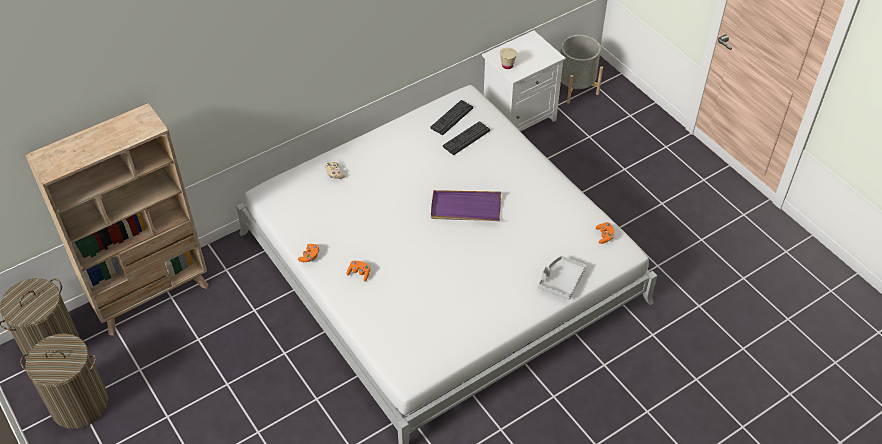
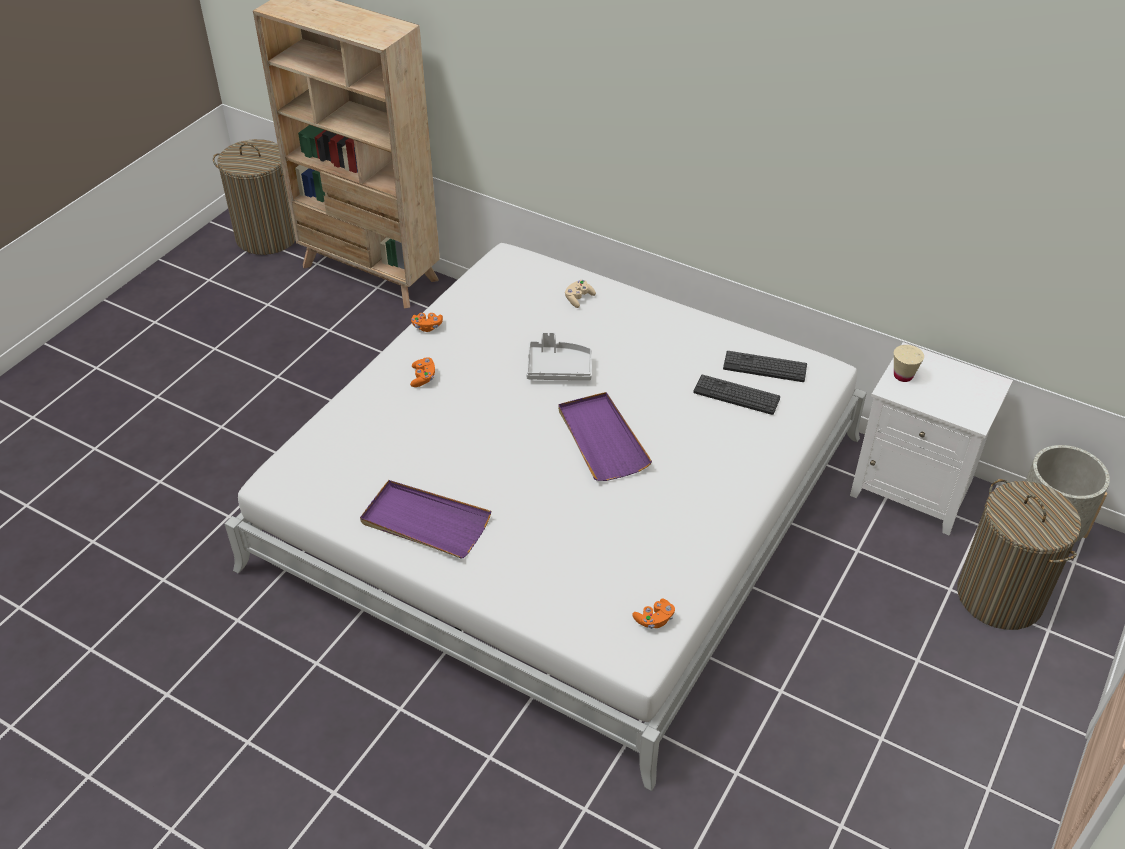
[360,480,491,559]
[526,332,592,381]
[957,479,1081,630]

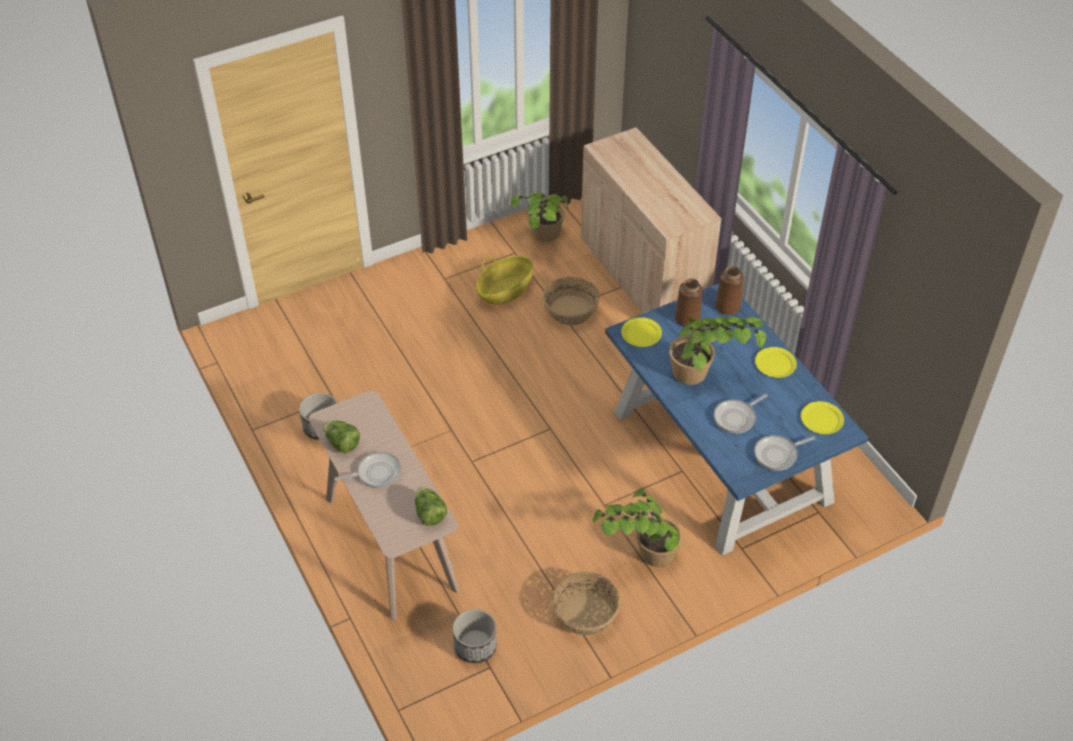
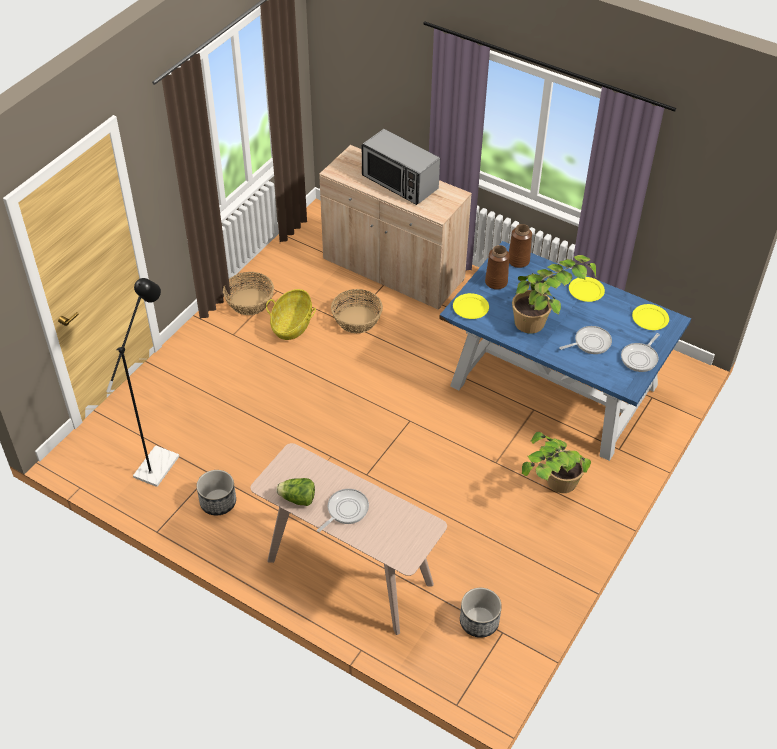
[106,278,179,487]
[223,272,274,315]
[362,129,440,205]
[559,326,612,354]
[415,487,447,526] (first image)
[510,192,568,242] (first image)

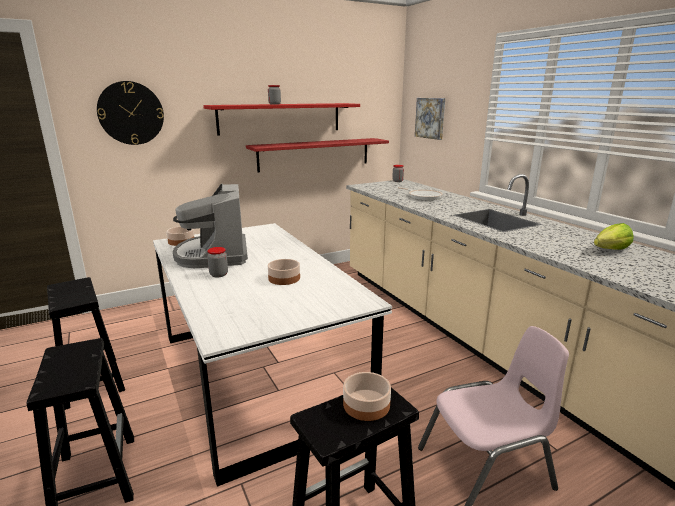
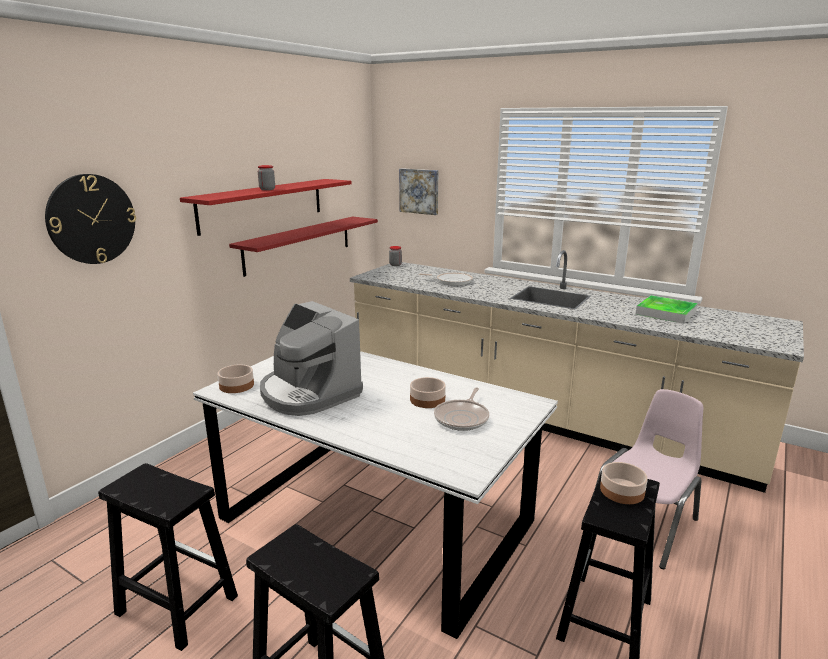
[434,388,489,431]
[636,295,698,324]
[207,247,228,277] (first image)

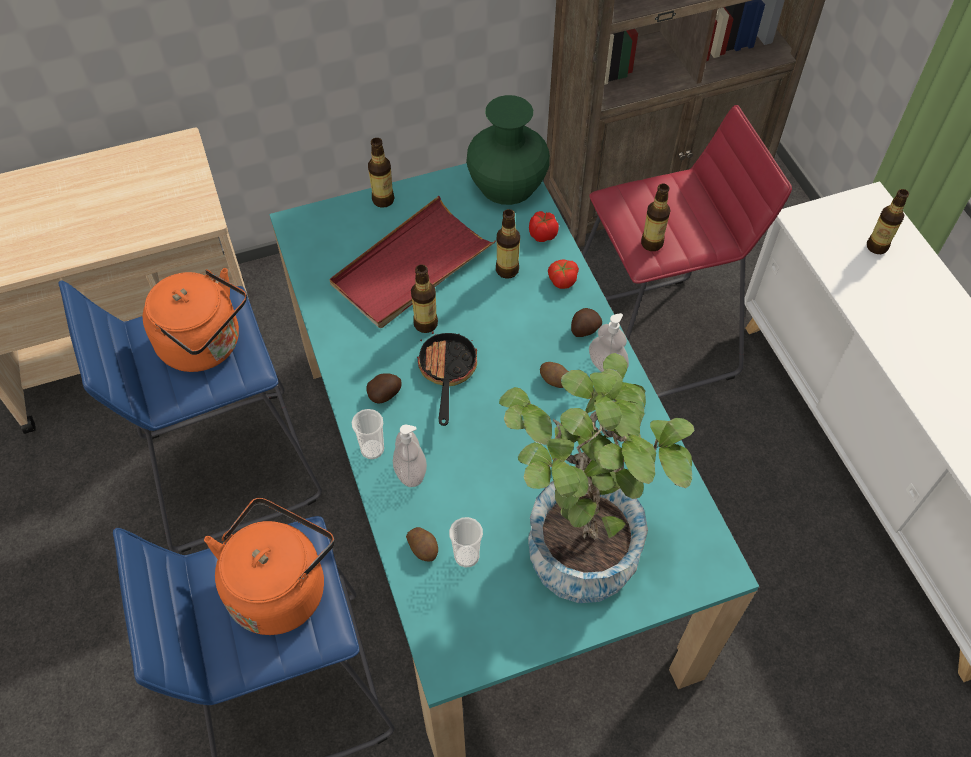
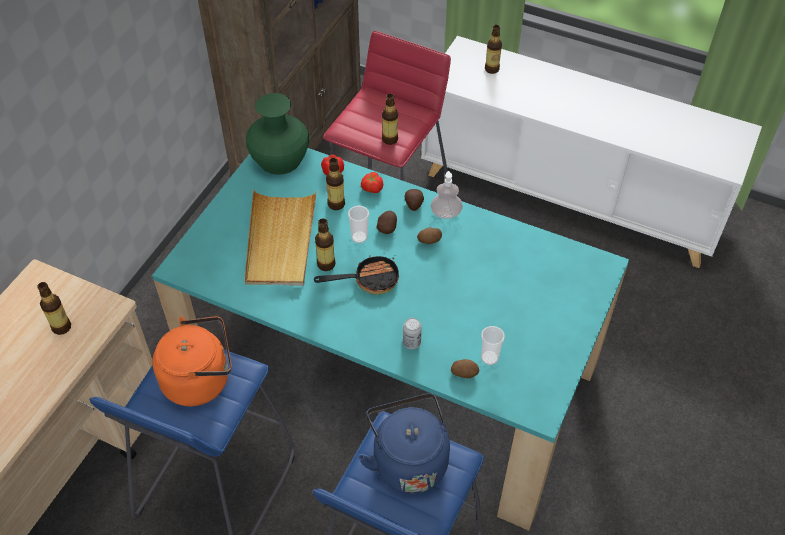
[37,282,71,335]
[245,190,317,286]
[314,253,399,295]
[348,206,369,243]
[358,393,450,494]
[377,211,397,234]
[403,318,422,349]
[499,353,694,603] (first image)

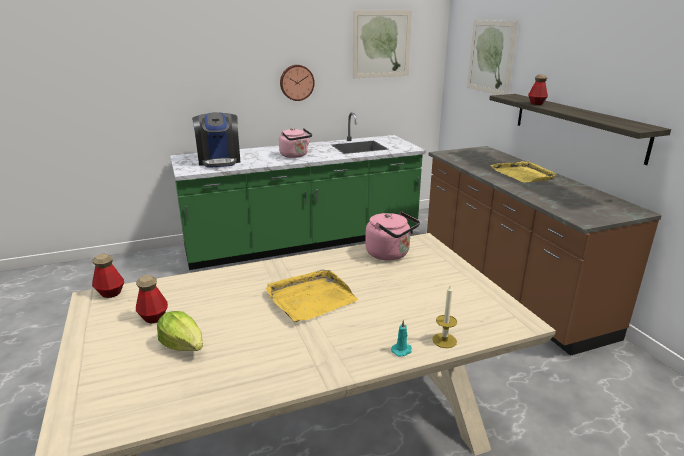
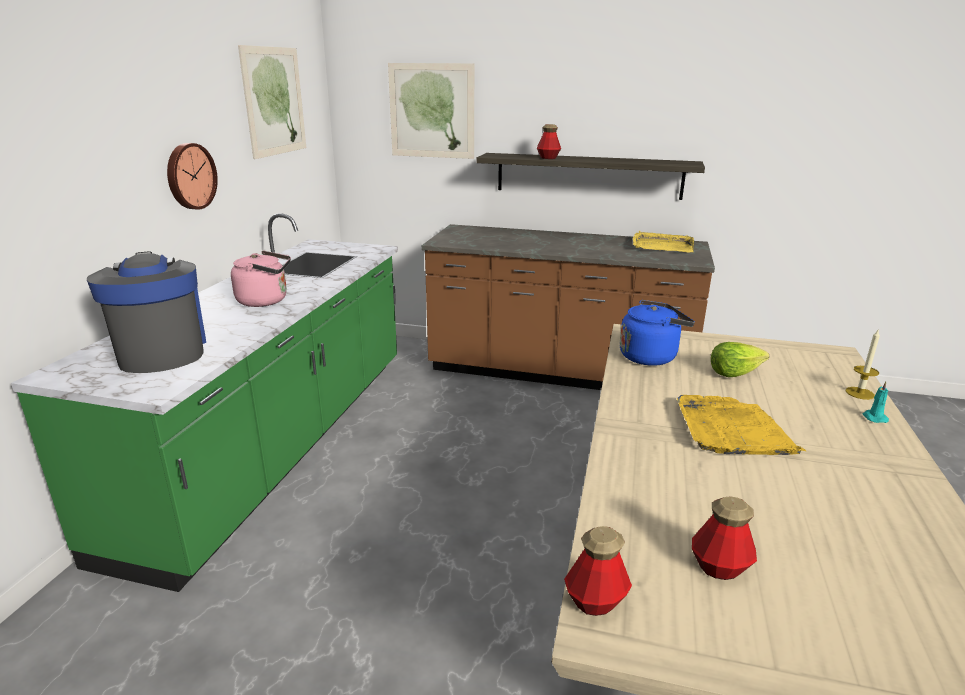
[87,251,206,373]
[620,300,695,366]
[633,231,694,253]
[711,342,769,377]

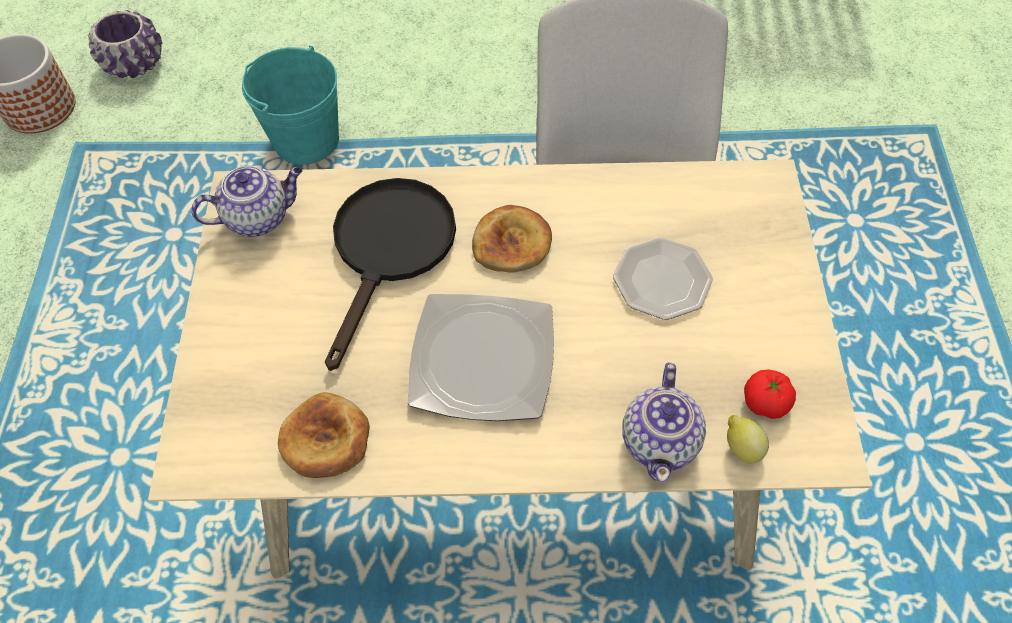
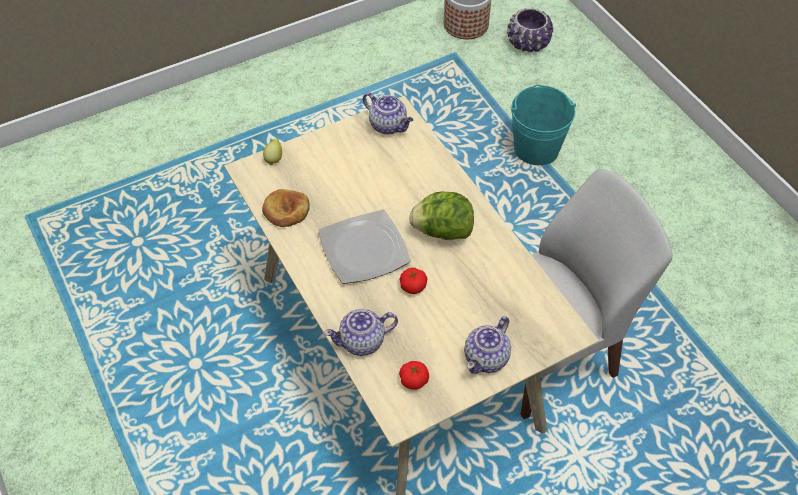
[263,139,282,166]
[399,268,427,294]
[409,192,474,240]
[464,316,511,374]
[325,178,456,371] (first image)
[613,237,713,320] (first image)

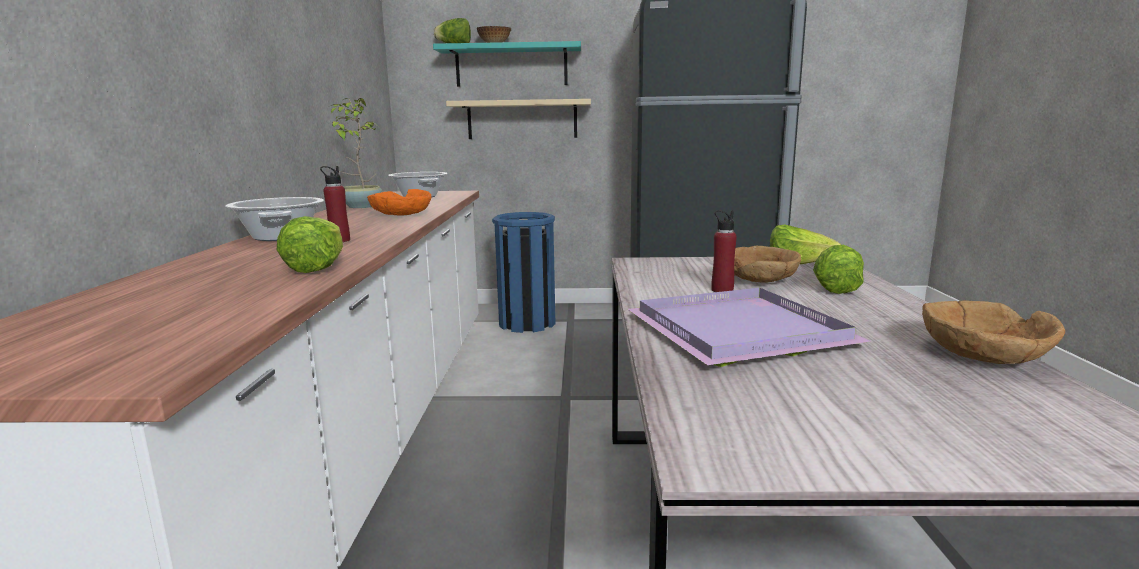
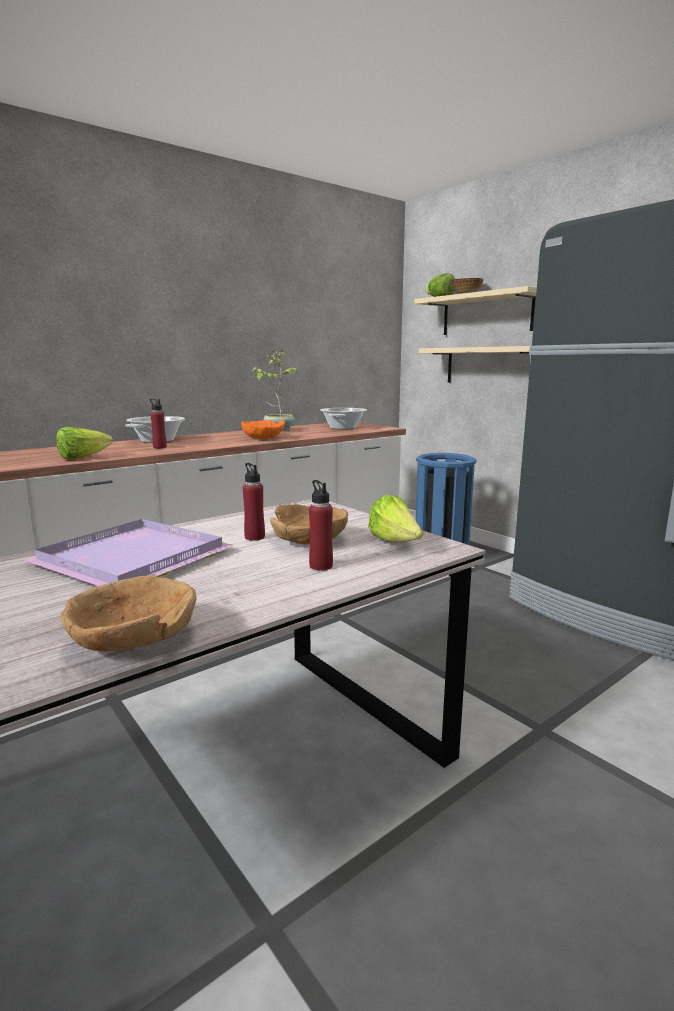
[309,480,333,570]
[414,286,537,335]

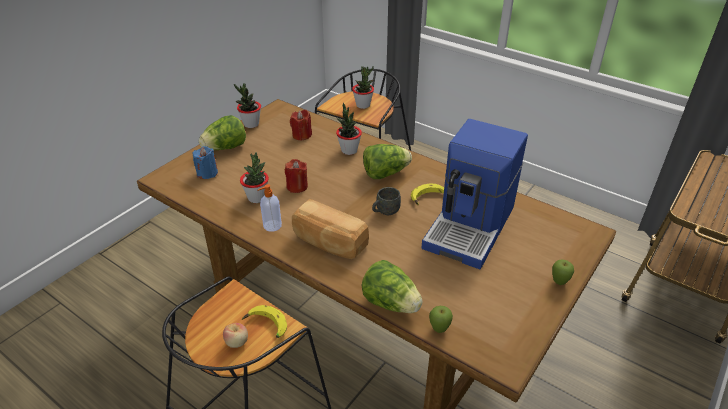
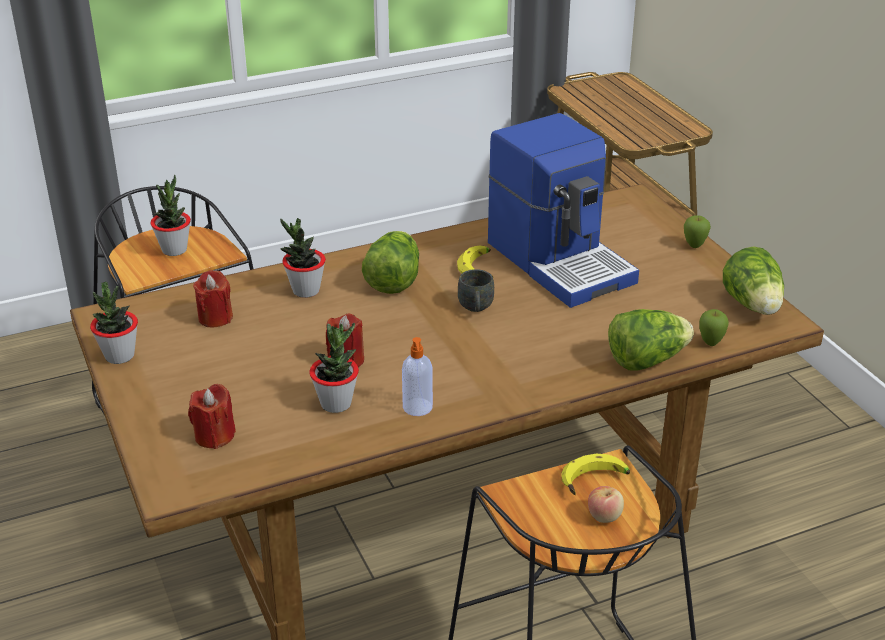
[188,384,236,449]
[723,247,784,315]
[292,199,369,259] (first image)

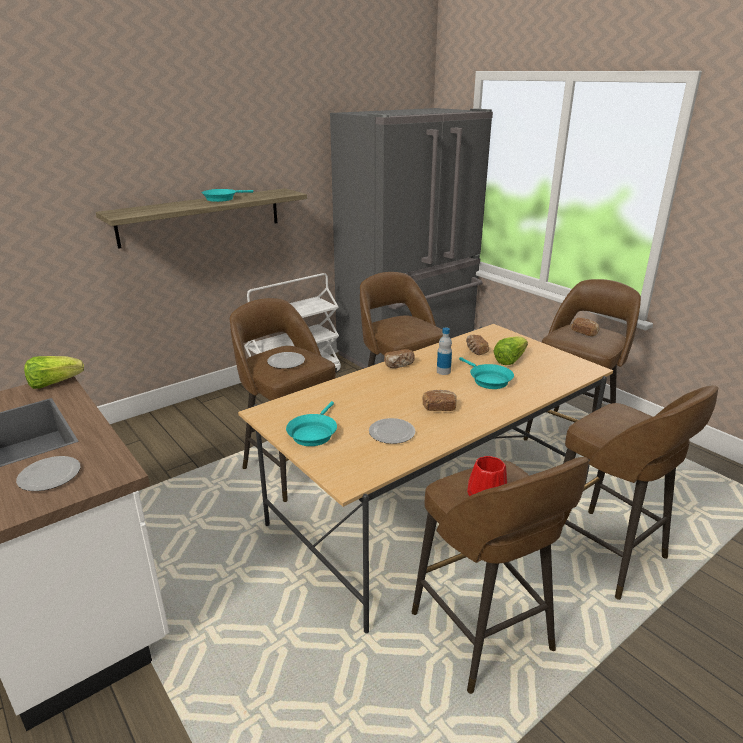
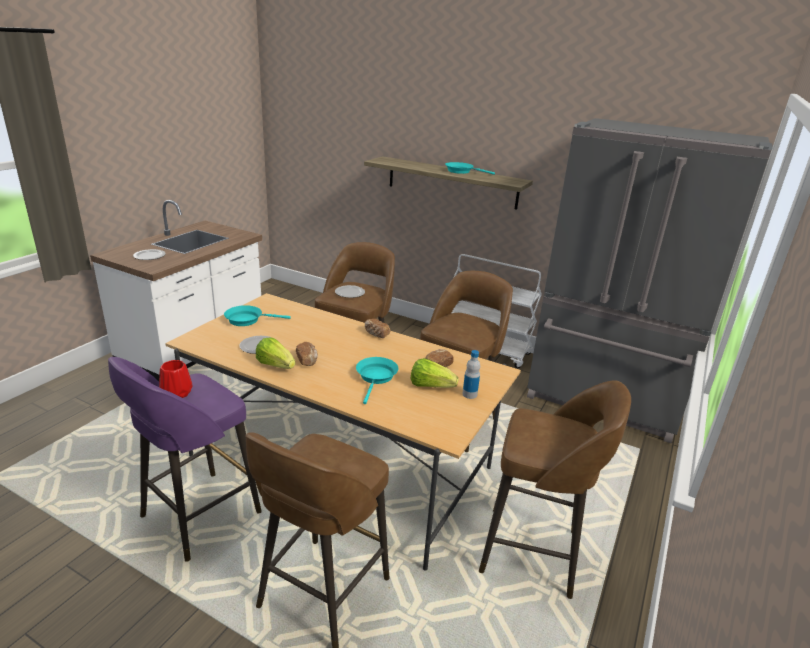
[108,357,262,562]
[256,337,295,369]
[356,357,398,404]
[462,350,480,399]
[571,318,599,336] (first image)

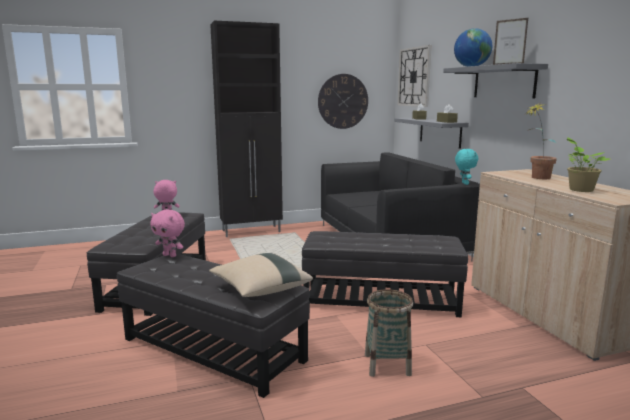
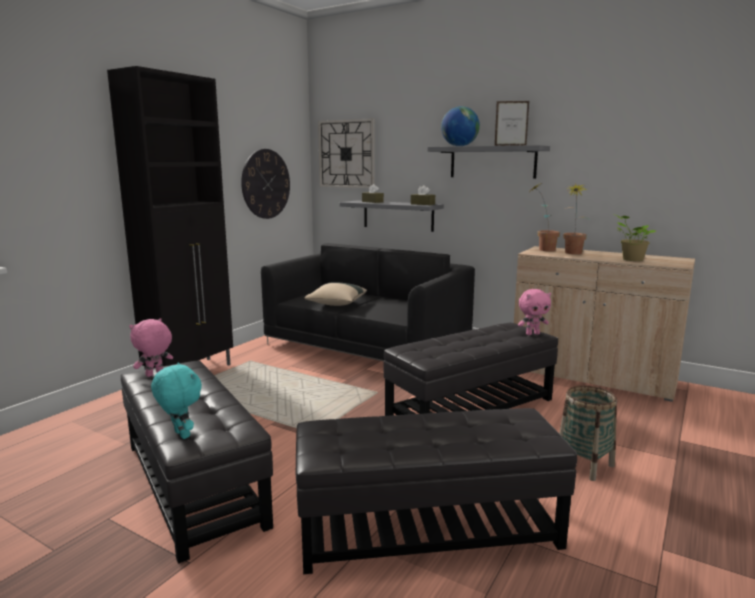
[151,363,202,439]
[304,282,367,306]
[518,289,551,335]
[530,183,560,251]

